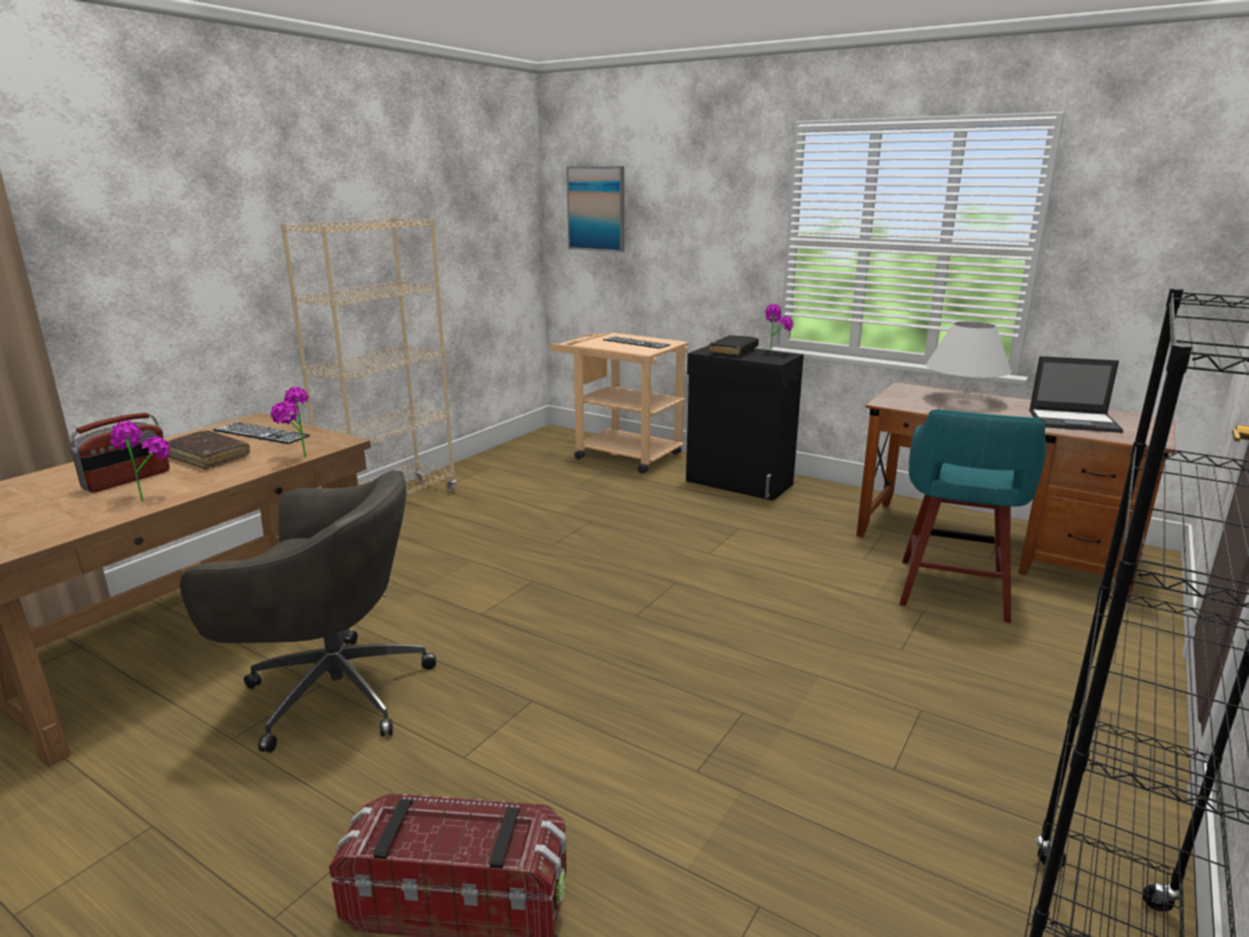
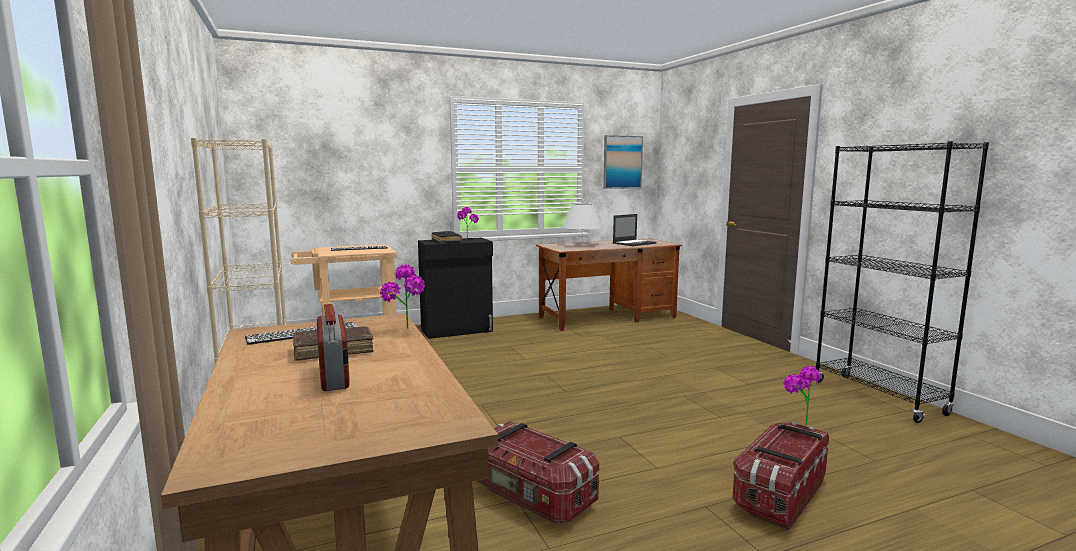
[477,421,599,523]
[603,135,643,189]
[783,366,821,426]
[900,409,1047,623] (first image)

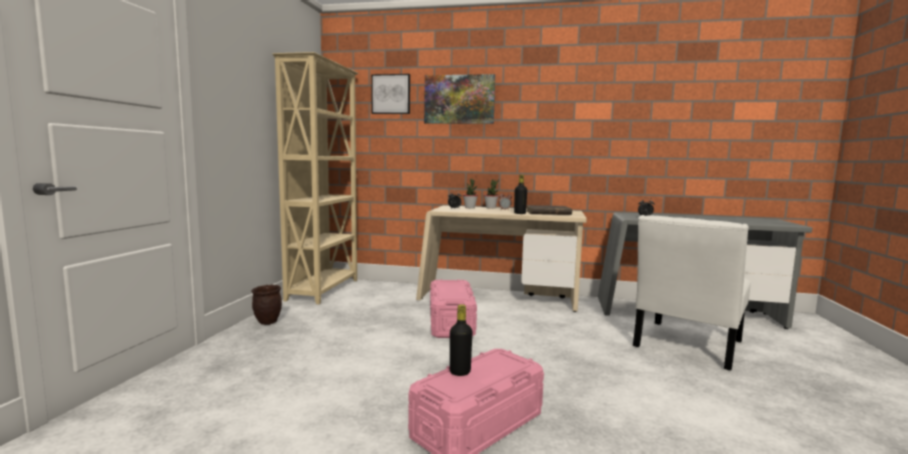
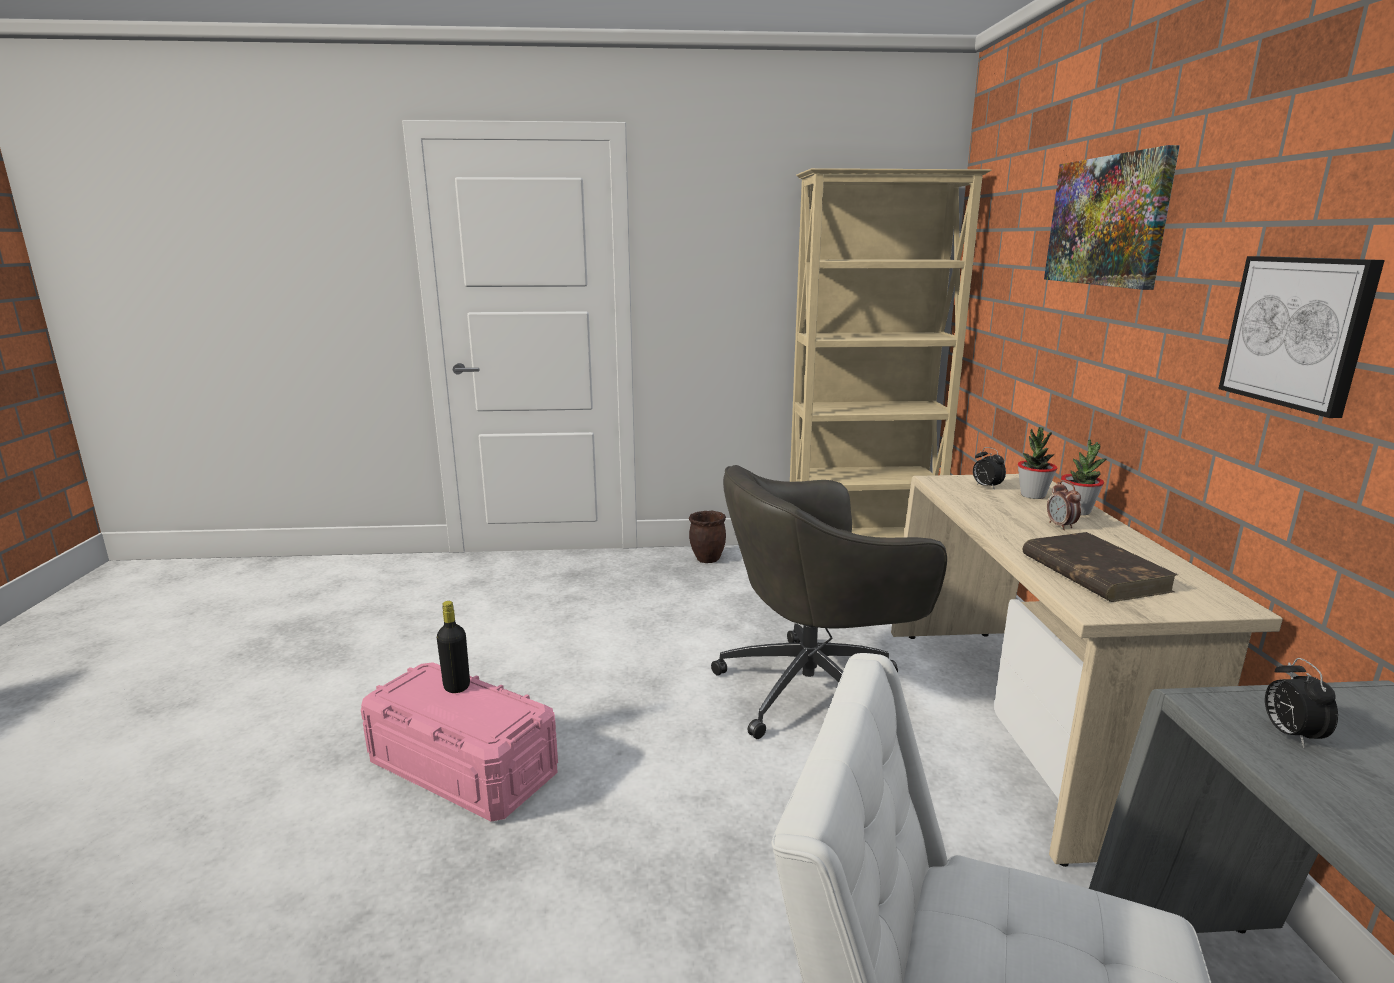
[711,465,947,739]
[1218,256,1385,418]
[514,175,527,214] (first image)

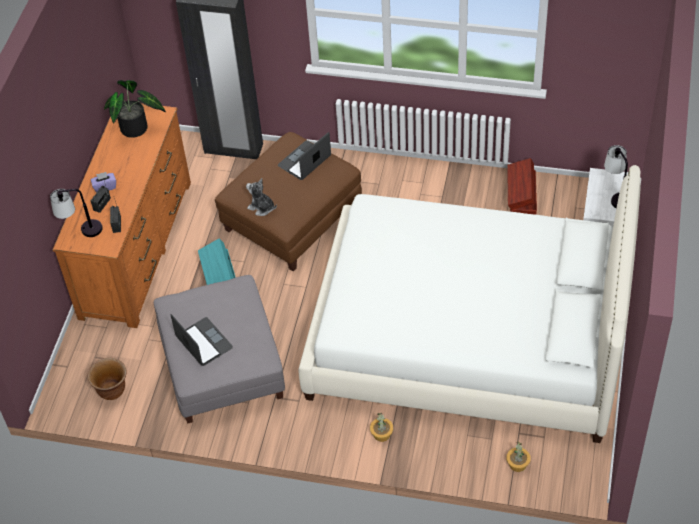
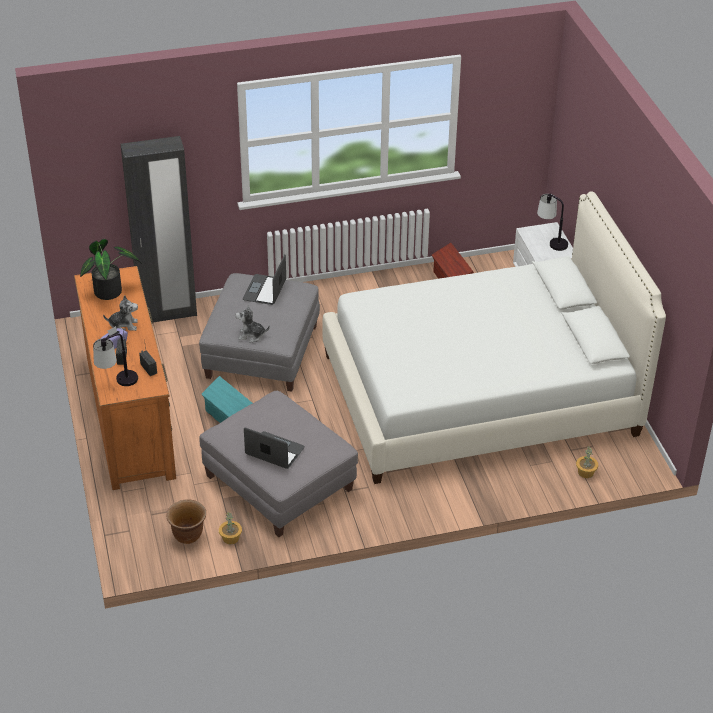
[103,295,138,331]
[199,273,320,392]
[219,512,242,544]

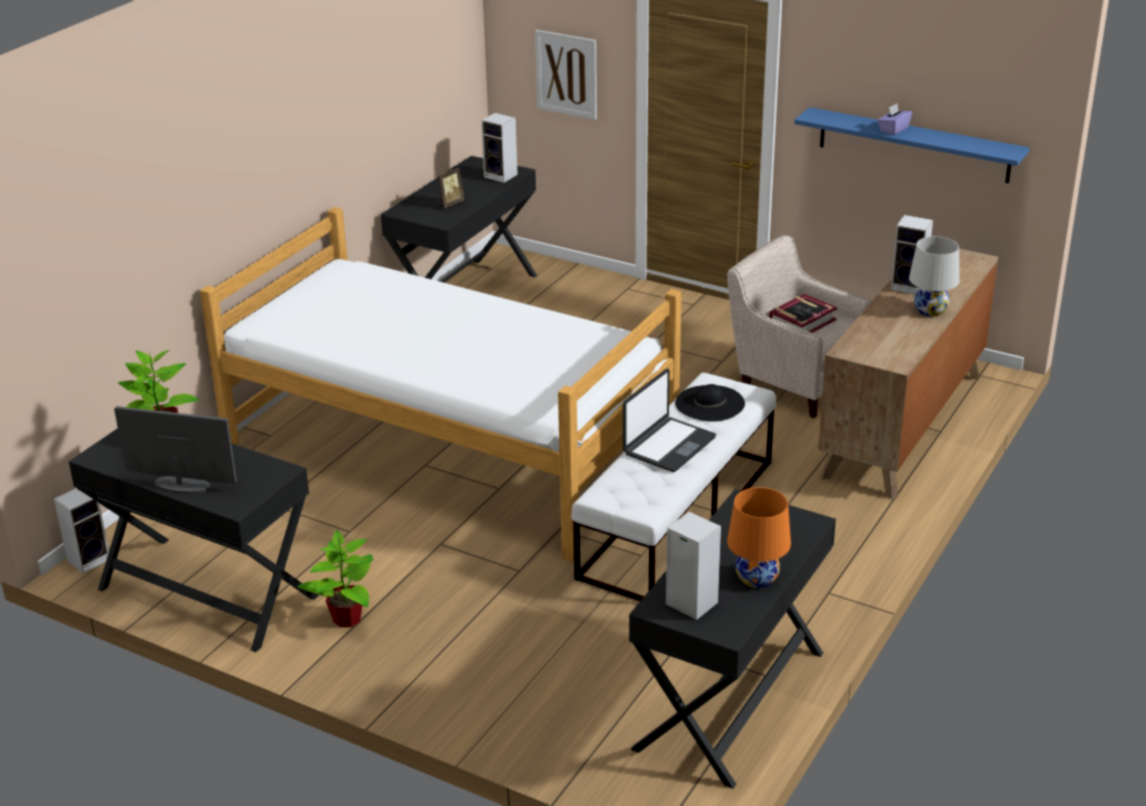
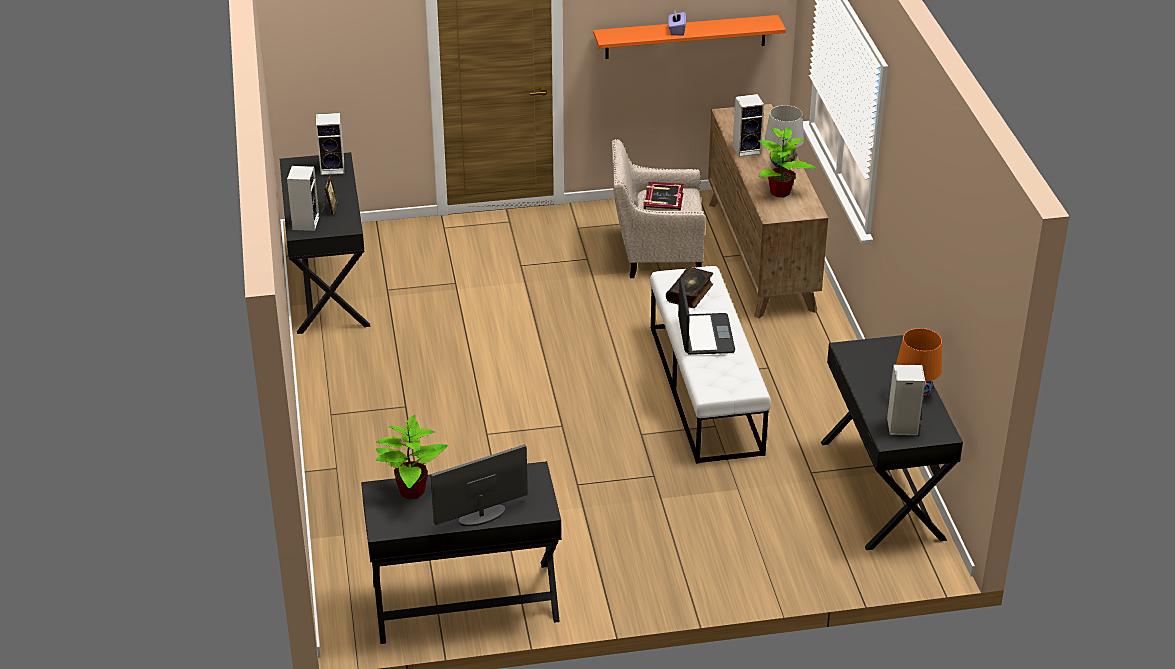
[287,166,319,231]
[593,15,786,59]
[666,267,713,308]
[759,127,816,197]
[200,207,682,562] (first image)
[535,30,597,120] (first image)

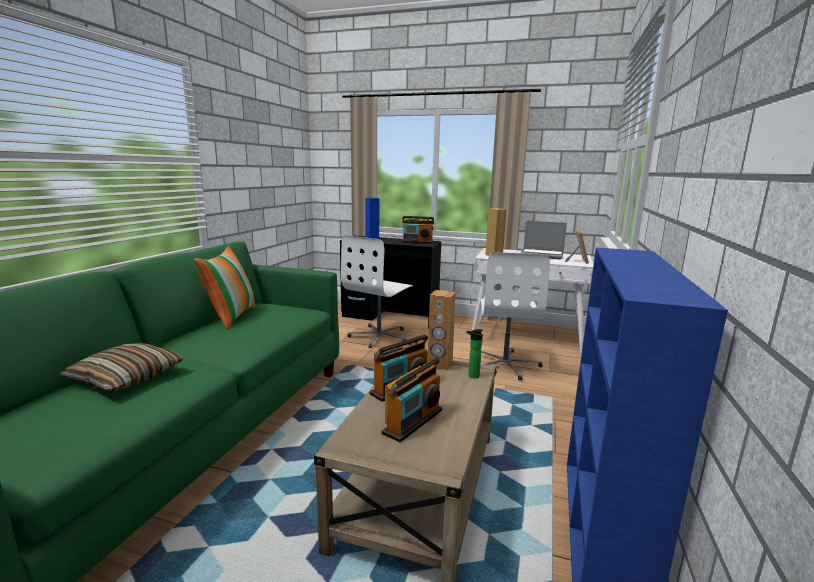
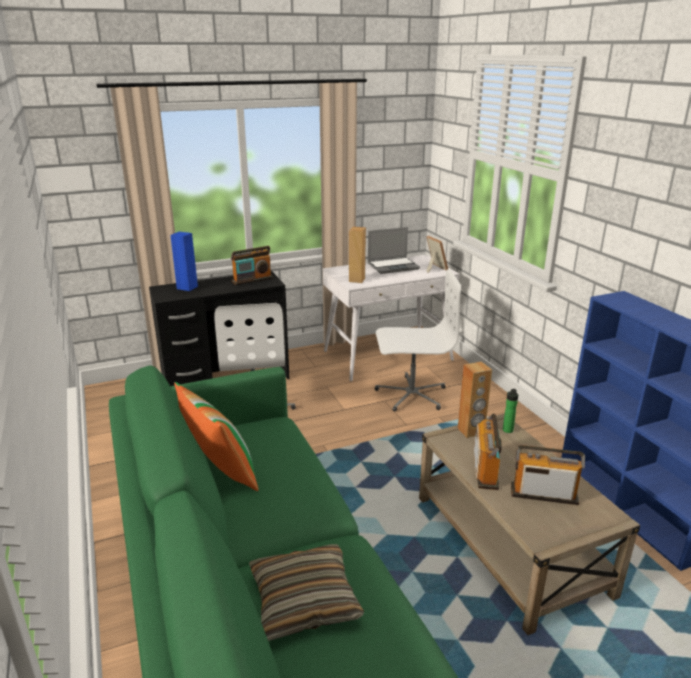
[375,269,461,411]
[511,445,585,505]

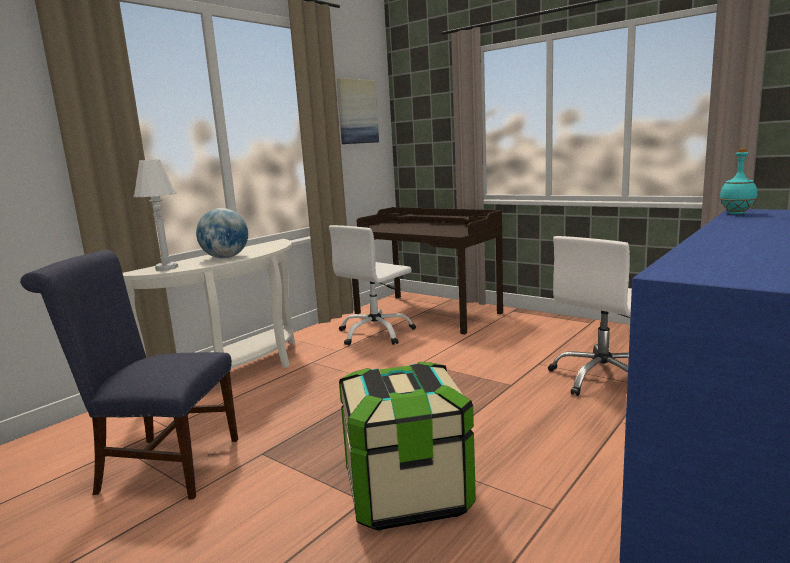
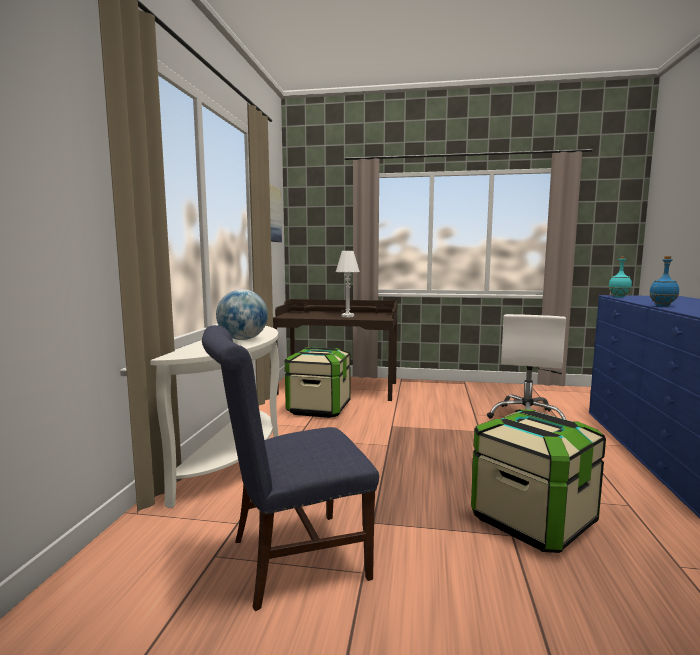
[285,347,350,418]
[336,251,360,317]
[649,256,679,306]

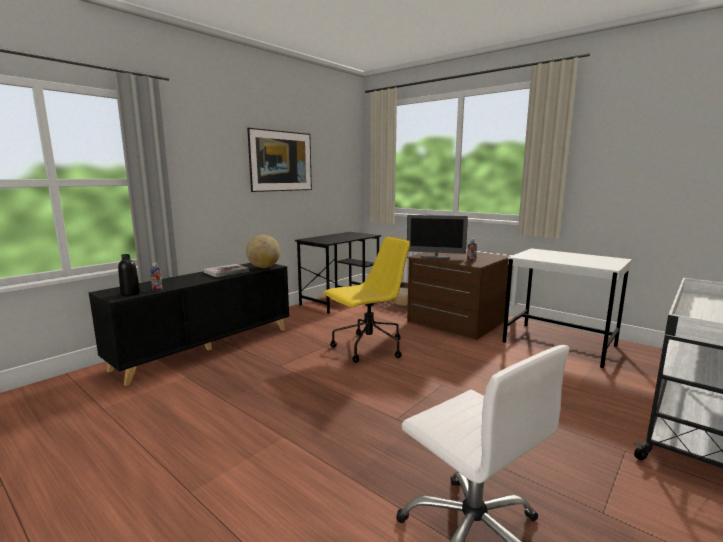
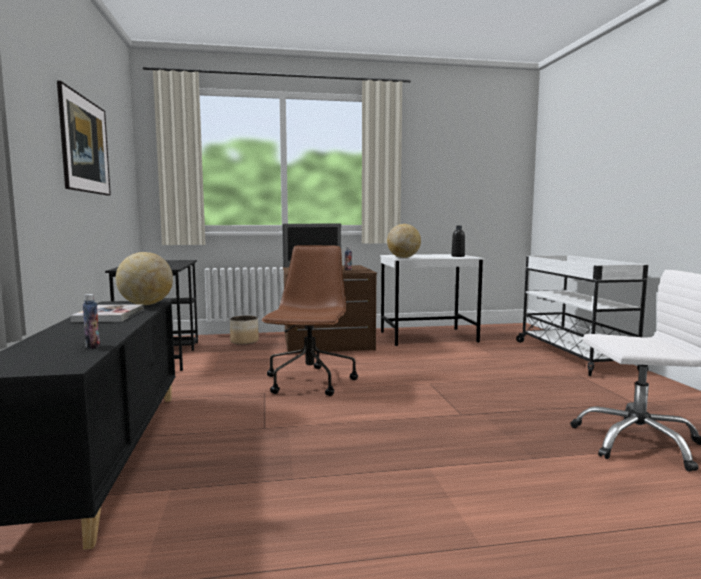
[262,245,358,396]
[387,224,421,258]
[451,226,465,257]

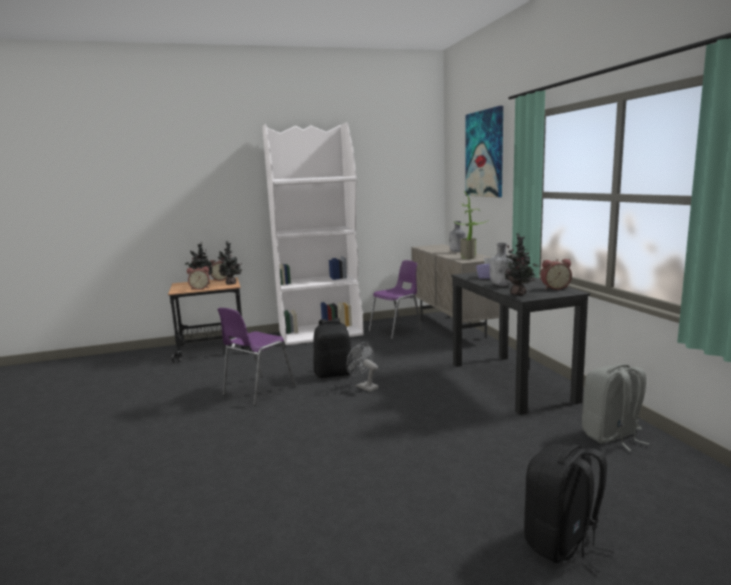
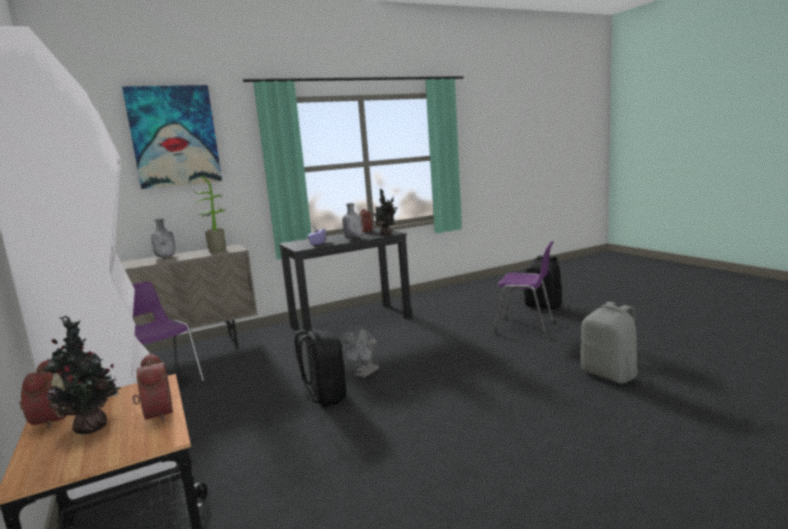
[493,241,554,338]
[580,302,638,384]
[217,241,242,285] (first image)

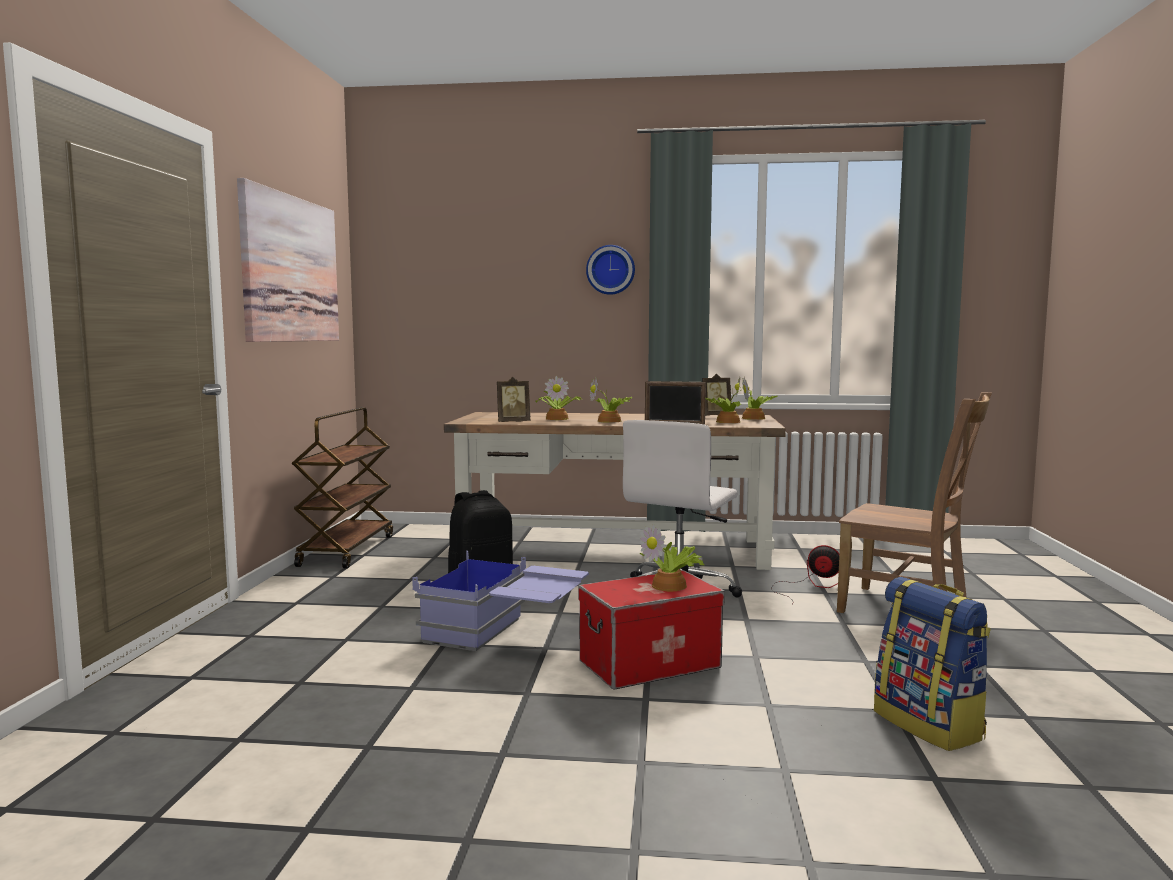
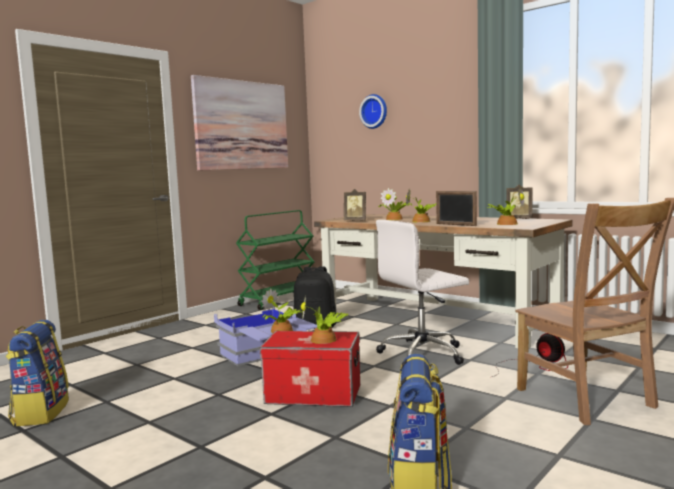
[6,320,69,426]
[236,210,315,310]
[261,288,303,333]
[359,94,387,129]

